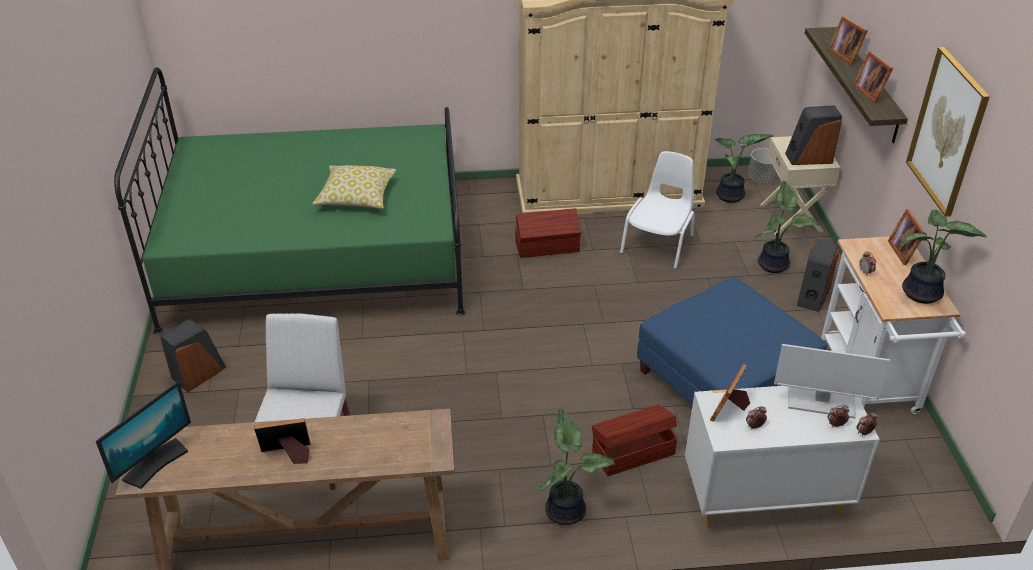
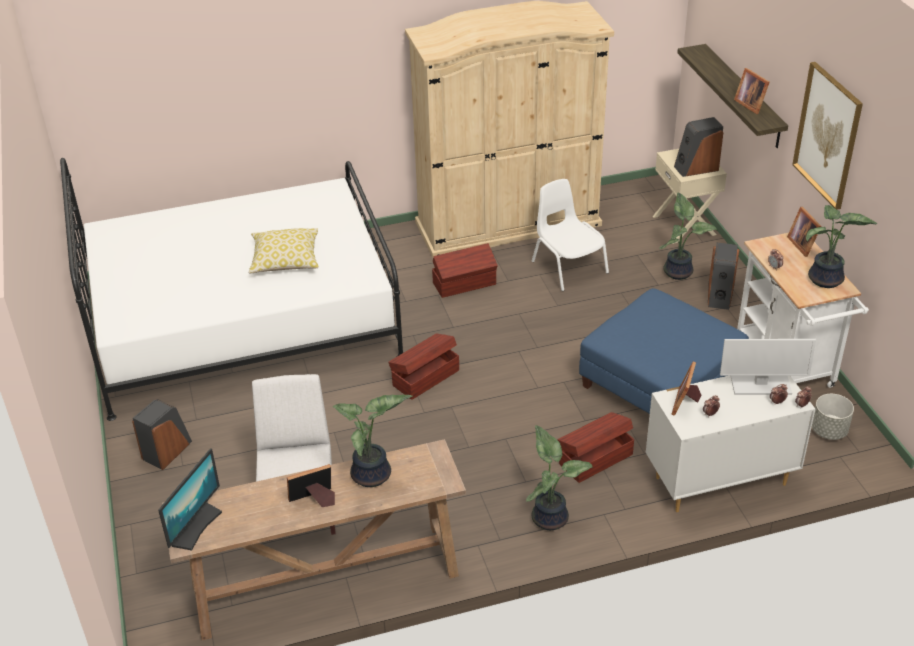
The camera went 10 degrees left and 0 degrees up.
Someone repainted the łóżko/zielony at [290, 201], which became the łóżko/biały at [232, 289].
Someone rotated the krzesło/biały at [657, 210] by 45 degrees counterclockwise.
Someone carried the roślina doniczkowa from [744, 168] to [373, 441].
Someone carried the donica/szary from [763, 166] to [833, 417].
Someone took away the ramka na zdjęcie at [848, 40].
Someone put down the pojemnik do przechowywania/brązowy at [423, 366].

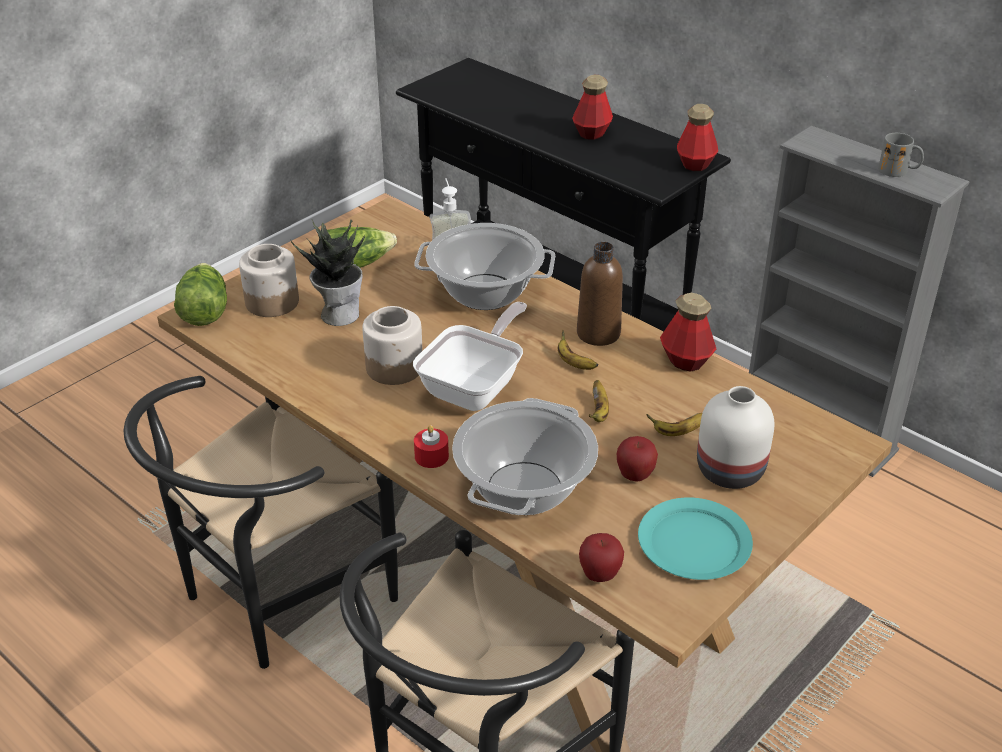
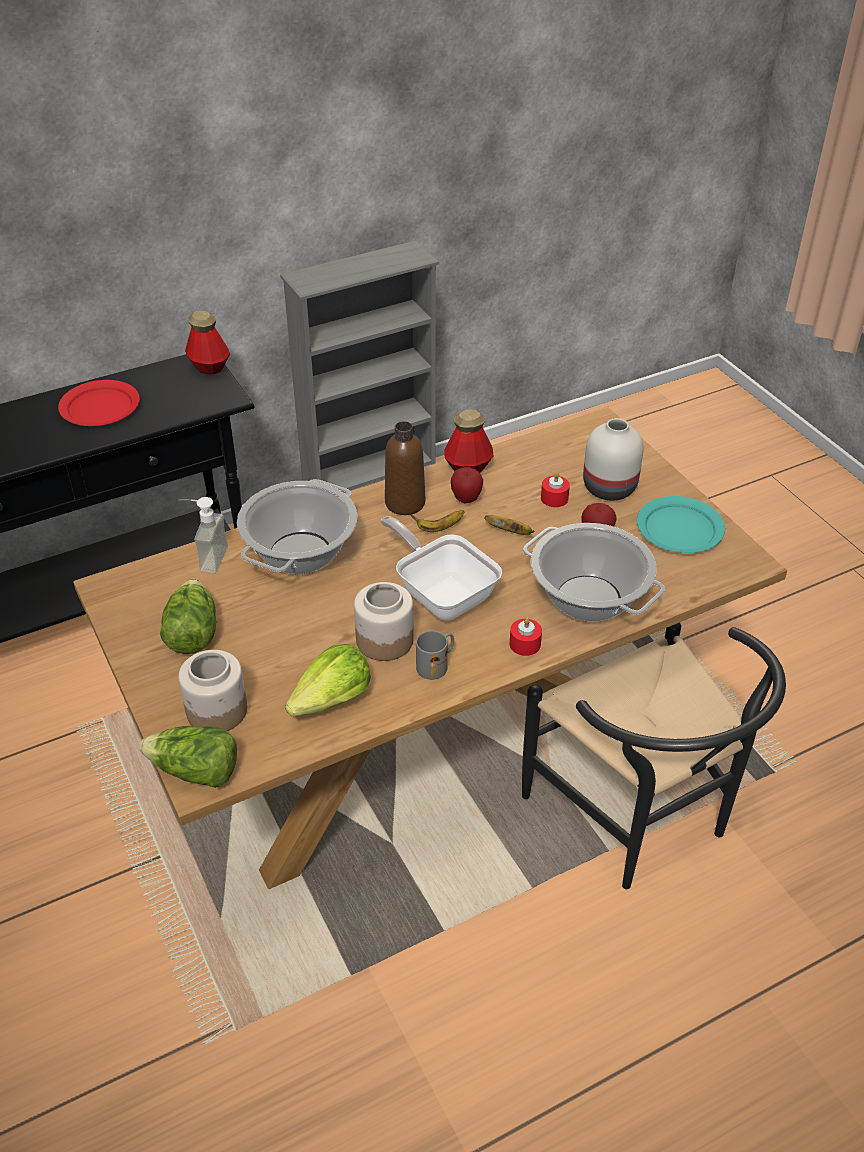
The camera went 70 degrees left and 5 degrees up.
Someone took away the krzesło/czarny at [260, 522].
Someone took away the roślina doniczkowa at [328, 273].
Someone swapped the butelka at [592, 107] for the talerz/czerwony at [99, 403].
Someone carried the jabłko from [601, 557] to [467, 485].
Someone swapped the banan at [674, 424] for the świeca/czerwony at [555, 489].
Someone carried the kubek/szary from [901, 155] to [435, 655].
Someone put down the sałata at [328, 680].

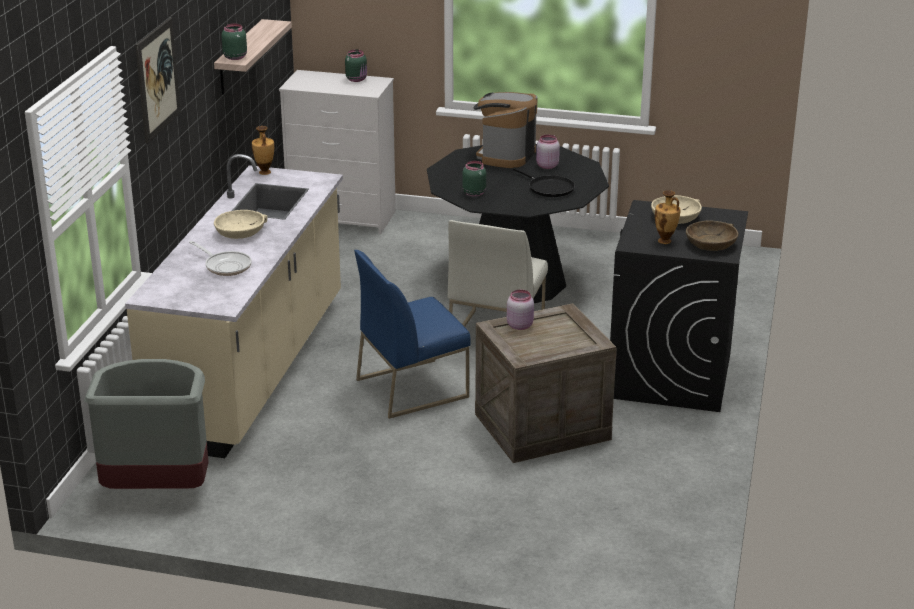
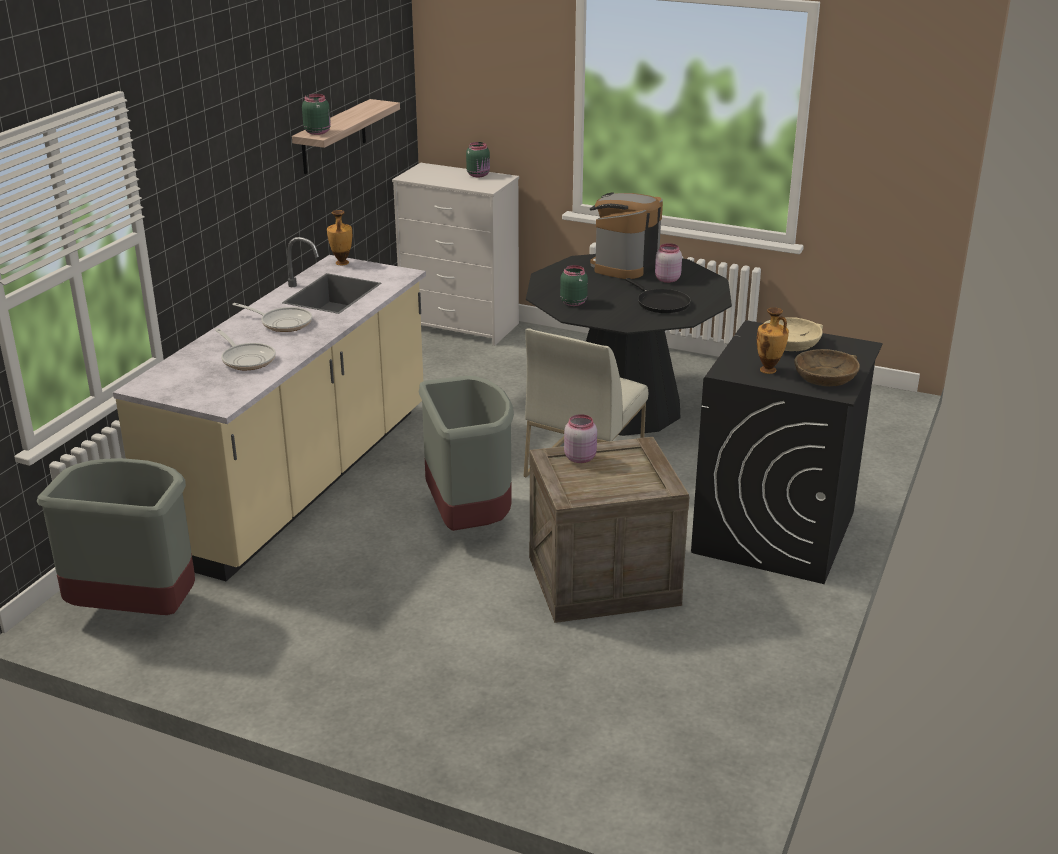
The camera went 10 degrees right and 0 degrees up.
Someone took away the obraz at [158, 81].
Someone swapped the miska/beżowy at [241, 224] for the patelnia at [272, 317].
Someone swapped the krzesło/niebieski at [412, 334] for the kosz na śmieci/szary at [466, 453].

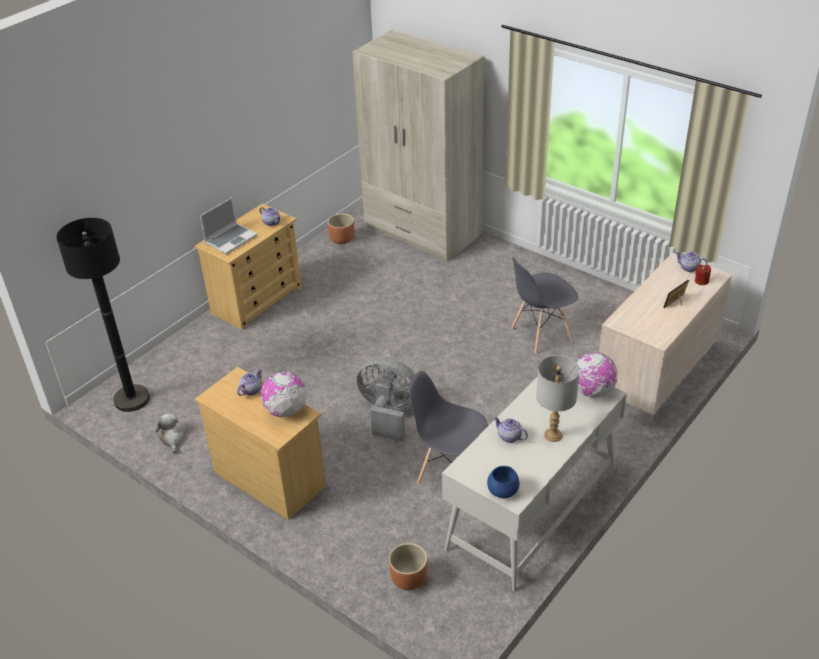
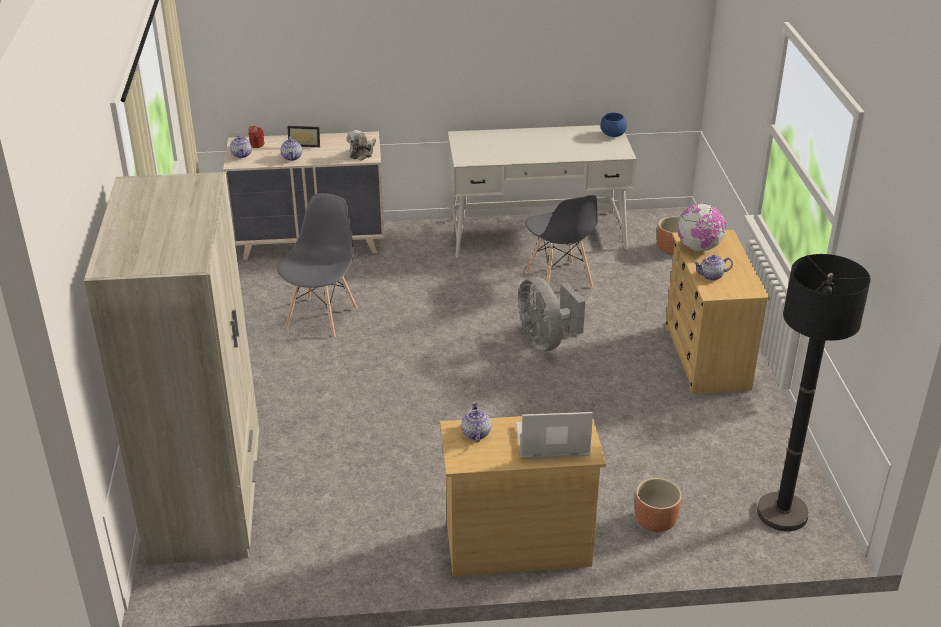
The camera went 135 degrees left and 5 degrees down.
Someone carried the pluszak from [170, 433] to [361, 145].
Someone carried the donica/brązowy from [341, 229] to [658, 505].
Someone carried the imbryk from [510, 429] to [291, 148].
Someone rotated the krzesło/szary at [544, 305] by 90 degrees counterclockwise.
Someone took away the lampa stołowa/szary at [558, 398].
Someone took away the globus at [597, 375].

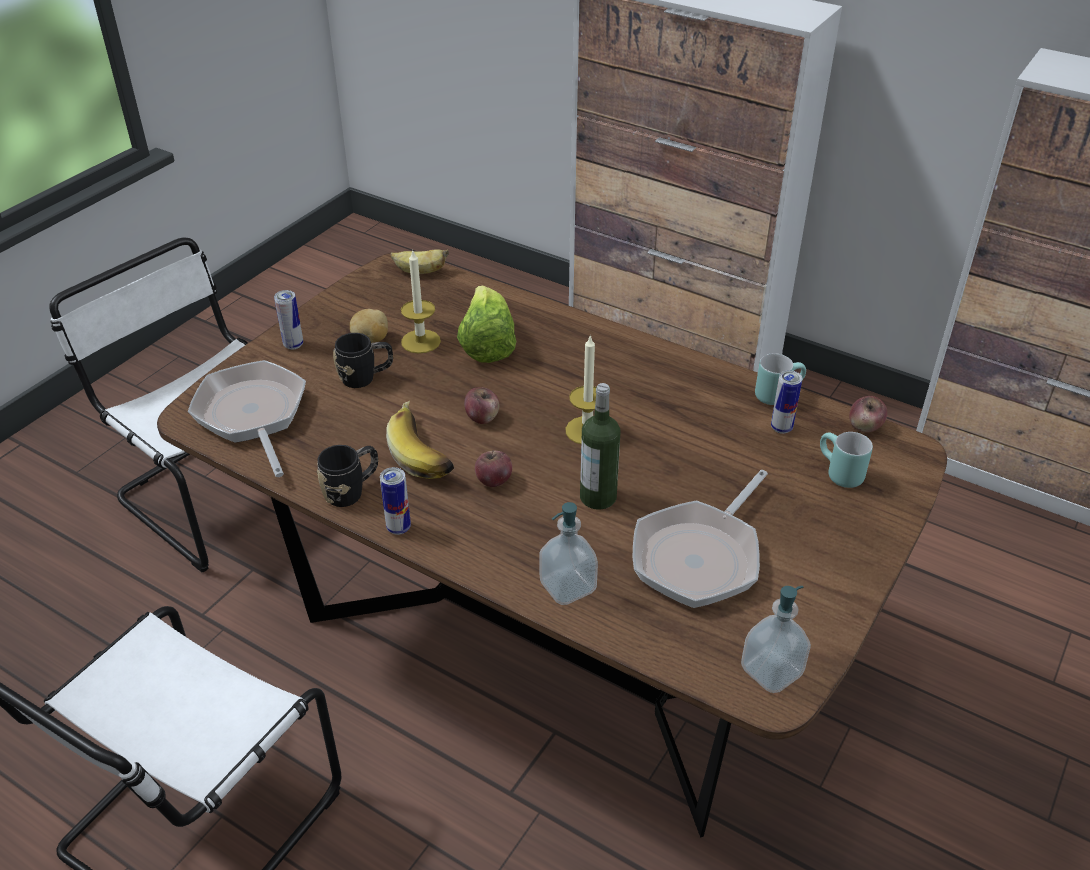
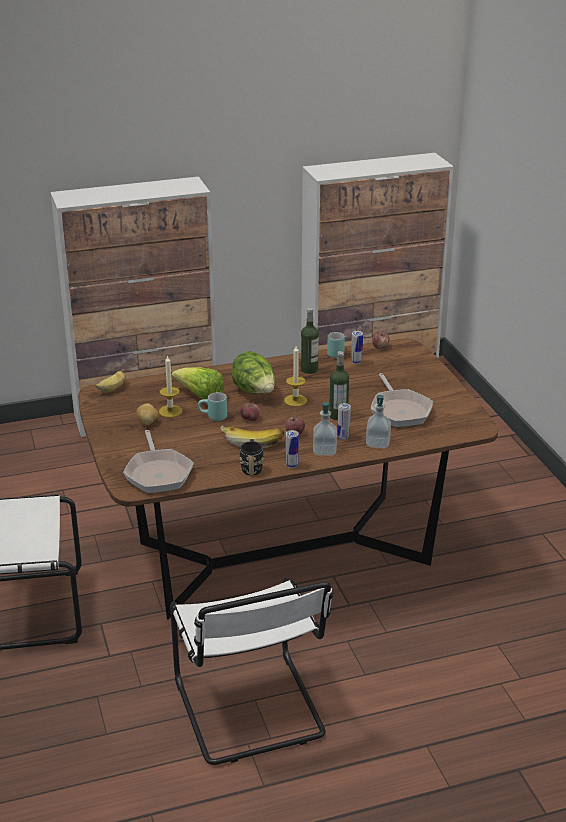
The camera went 50 degrees left and 10 degrees down.
Someone rotated the patelnia at [247, 418] by 120 degrees counterclockwise.
Someone carried the puszka from [288, 320] to [344, 421].
Someone took away the kubek/czarny at [363, 360].
Someone carried the dozownik mydła from [776, 639] to [325, 428].
Someone carried the kubek/turkusowy from [846, 460] to [212, 406].
Someone put down the sałata at [253, 372].
Someone put down the butelka at [310, 341].

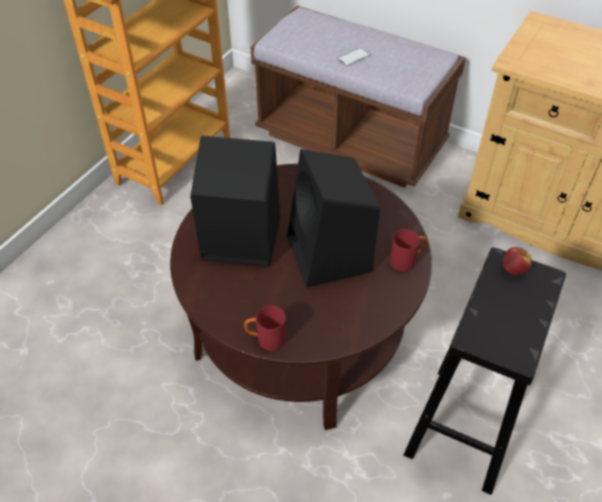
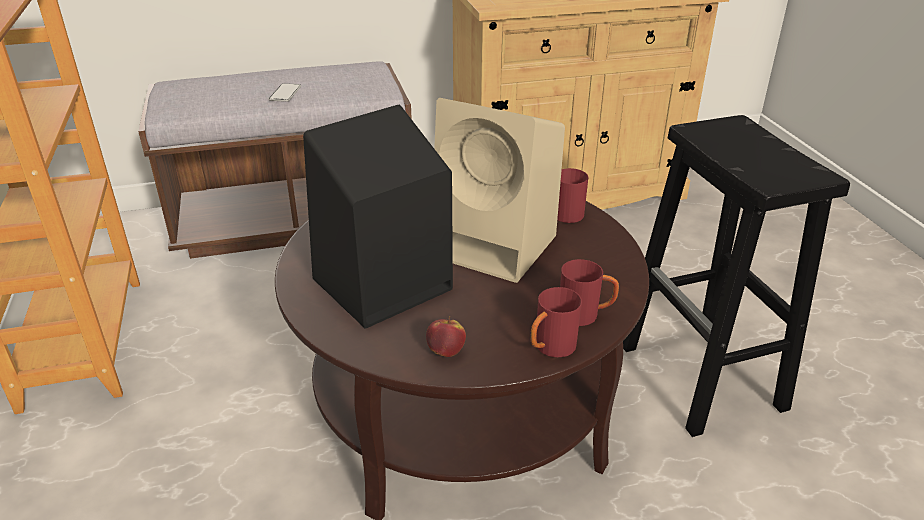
The camera went 45 degrees left and 15 degrees down.
Someone repainted the głośnik/czarny at [333, 218], which became the głośnik/beżowy at [499, 190].
Someone carried the jabłko from [517, 261] to [446, 336].
Someone put down the kubek/czerwony at [589, 292].

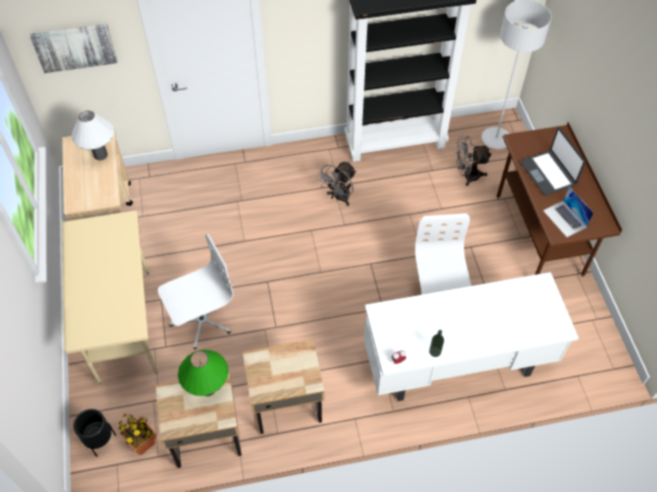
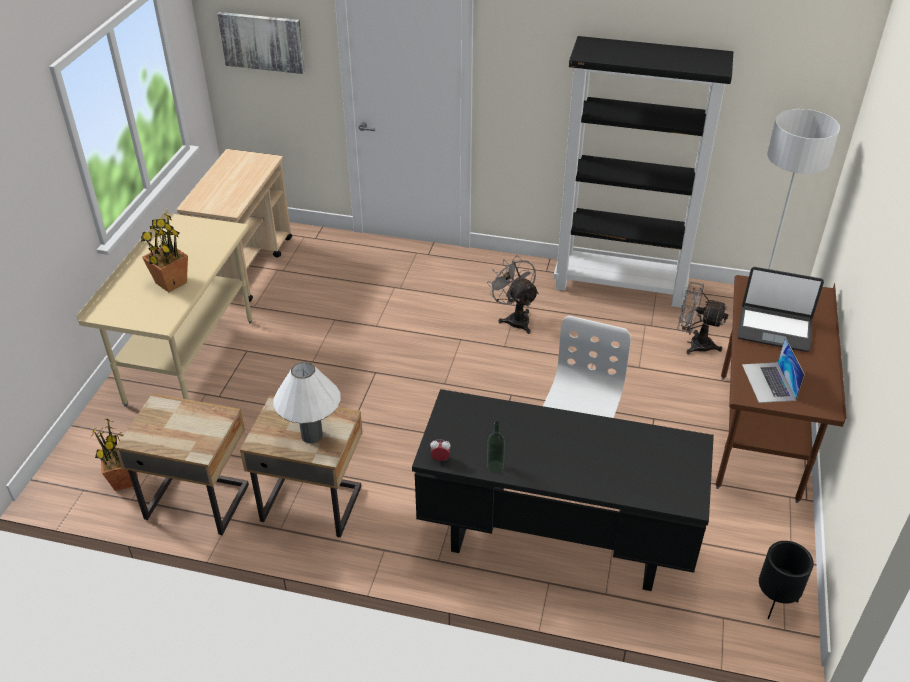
The camera went 25 degrees right and 15 degrees down.
Someone carried the lampa stołowa/biały from [93, 135] to [307, 403].
Someone carried the donica/czarny from [94, 433] to [786, 580].
Someone took away the krzesło biurowe/biały at [196, 291].
Someone took away the lampa stołowa/zielony at [203, 373].
Someone rotated the wentylator/szary at [337, 183] by 90 degrees clockwise.
Someone repainted the biurko/biały at [471, 336], which became the biurko/czarny at [563, 490].
Someone rotated the laptop at [553, 162] by 75 degrees counterclockwise.
Someone put down the roślina doniczkowa at [164, 252].

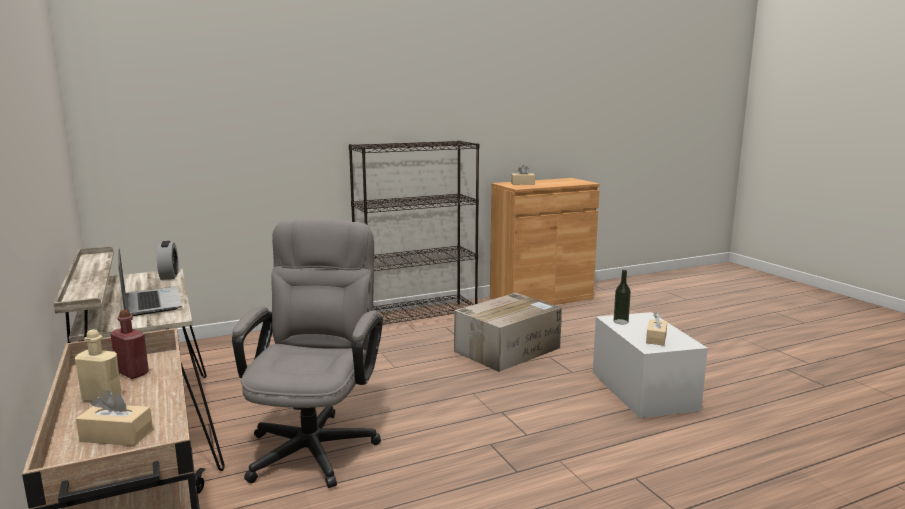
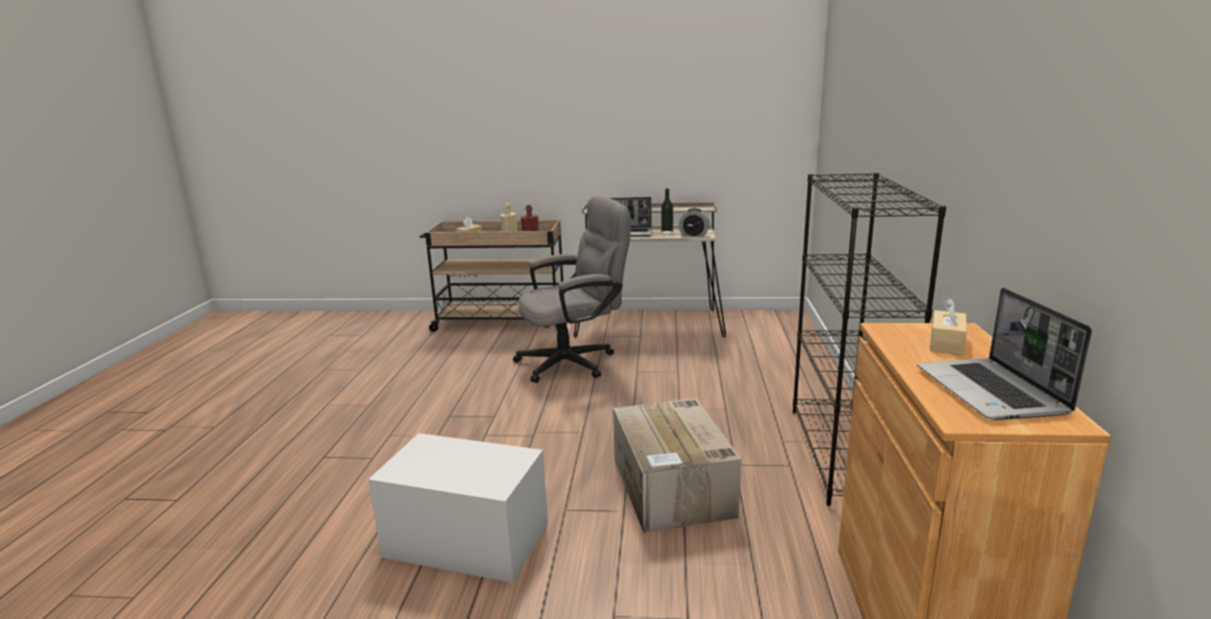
The camera went 120 degrees right and 5 degrees up.
Someone rotated the krzesło biurowe/szary at [307, 353] by 60 degrees counterclockwise.
Someone carried the butelka from [622, 297] to [667, 211].
Someone took away the pudełko chusteczek/beżowy at [656, 329].
Someone put down the laptop at [1004, 354].

